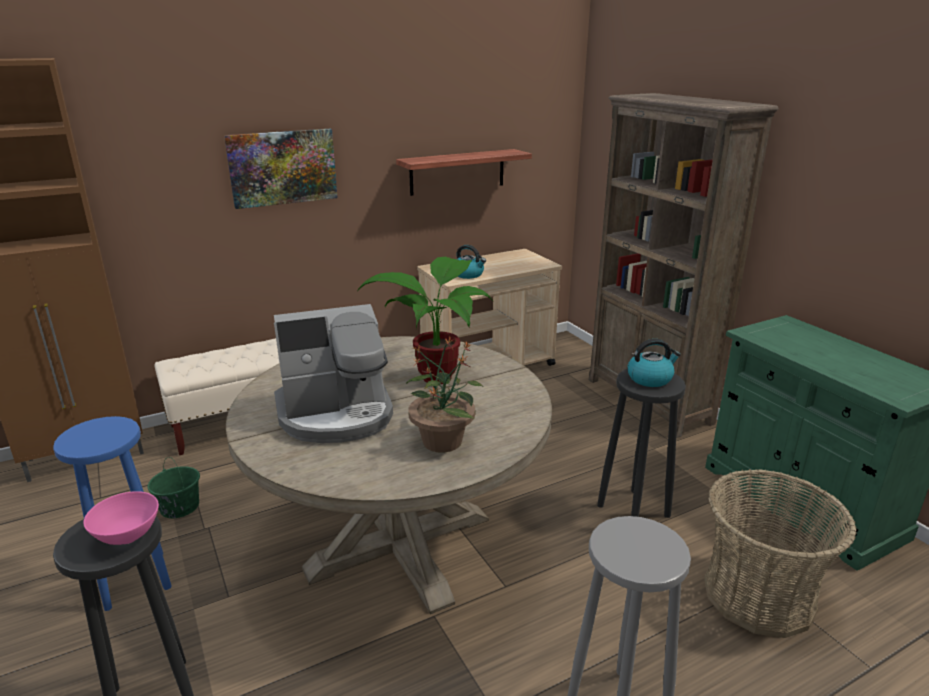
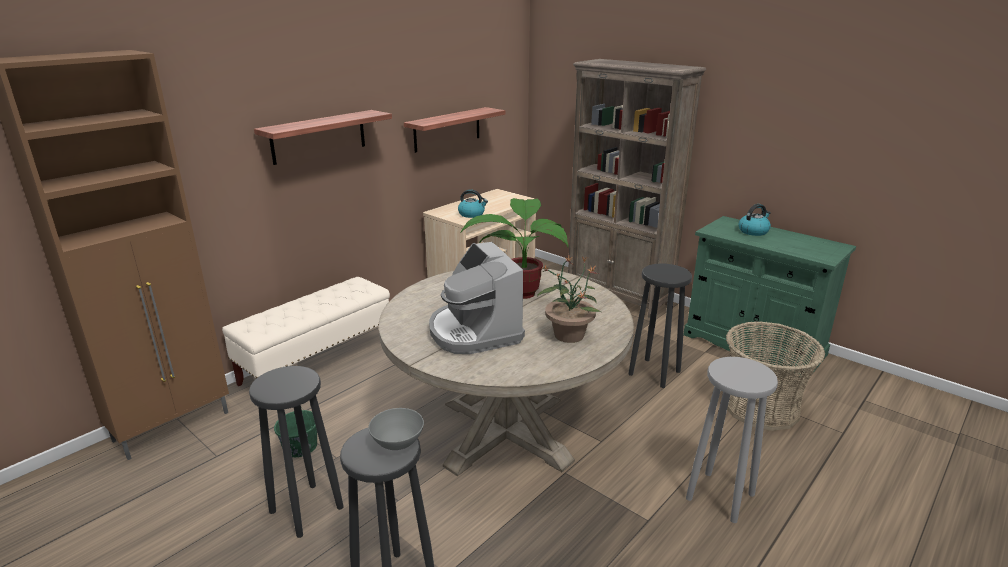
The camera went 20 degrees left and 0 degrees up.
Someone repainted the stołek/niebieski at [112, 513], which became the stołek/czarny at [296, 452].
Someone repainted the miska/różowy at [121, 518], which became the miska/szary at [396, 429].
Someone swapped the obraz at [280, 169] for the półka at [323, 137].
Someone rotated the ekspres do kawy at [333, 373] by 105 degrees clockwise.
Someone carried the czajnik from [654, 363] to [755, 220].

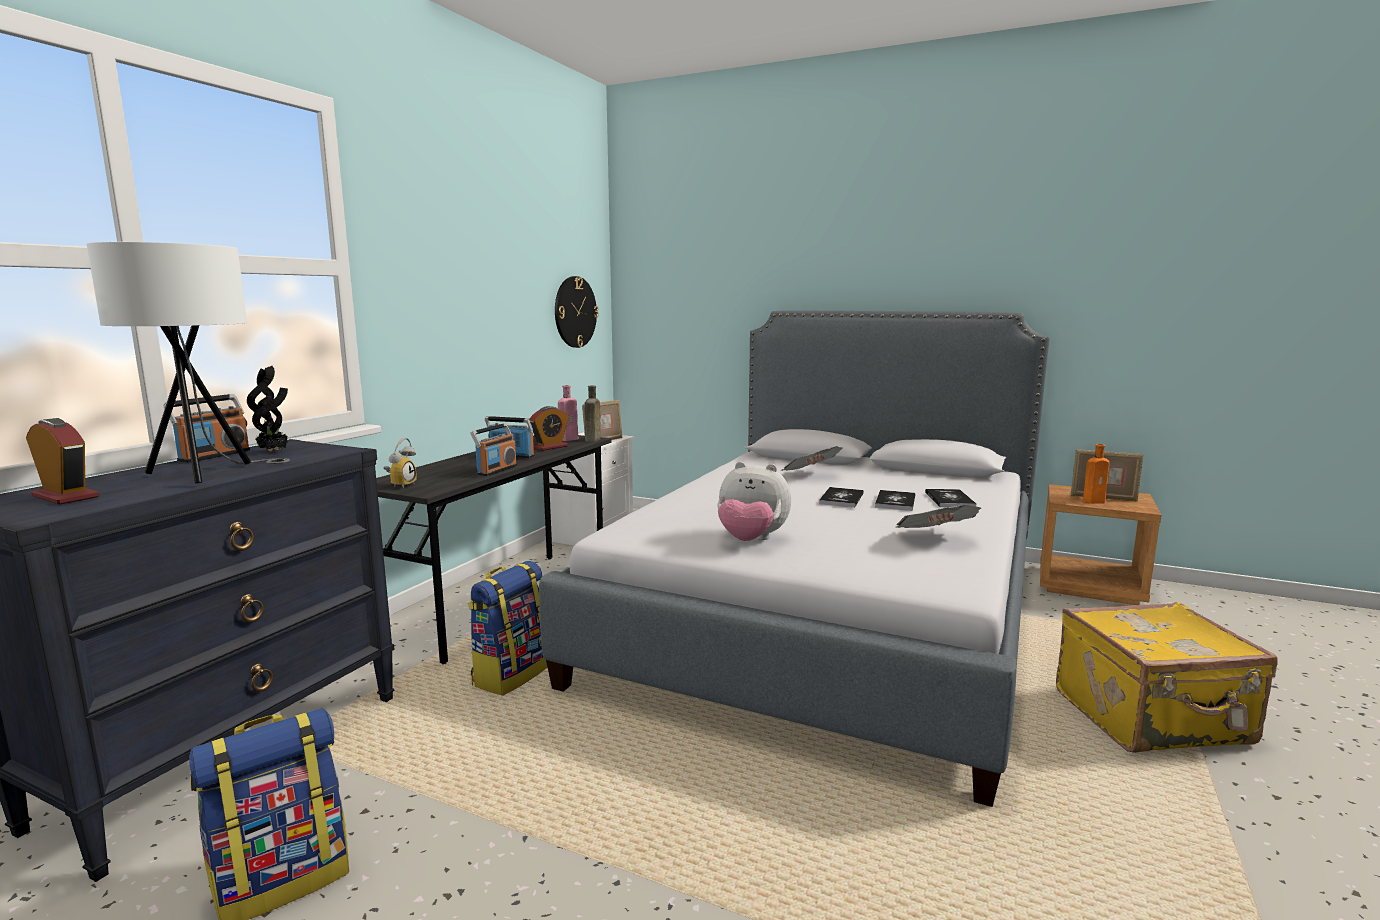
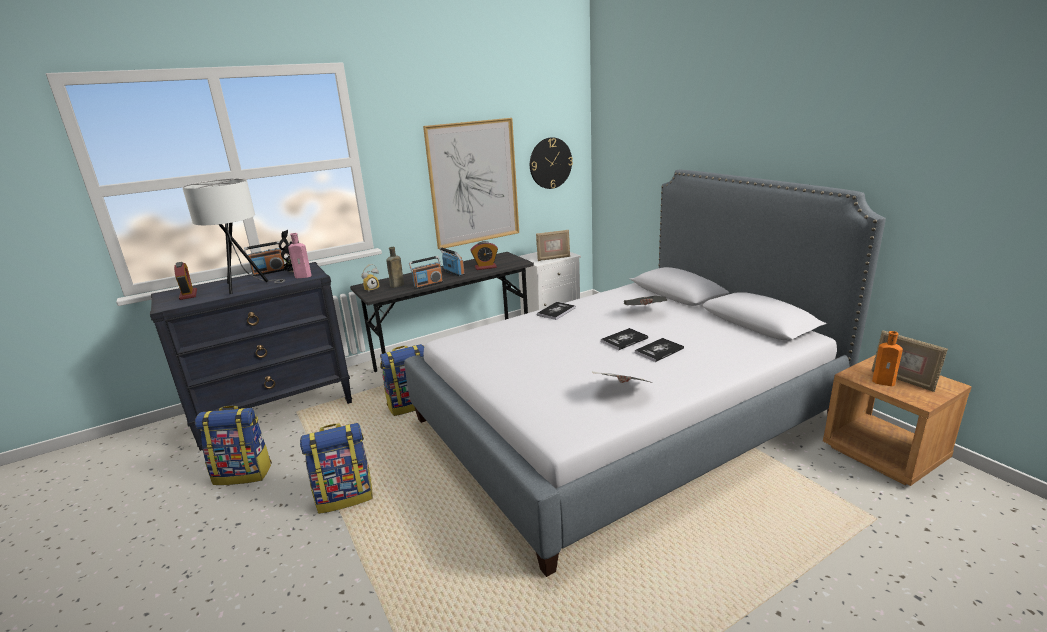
The camera went 35 degrees right and 10 degrees up.
Someone carried the butelka/różowy from [568, 413] to [300, 255].
Someone carried the butelka/brązowy from [593, 413] to [395, 267].
Someone took away the pluszak at [754, 501].
Someone carried the książka from [950, 498] to [556, 311].
Someone took away the walizka/żółty at [1167, 677].
Someone put down the plecak at [336, 468].
Someone put up the obraz at [471, 183].

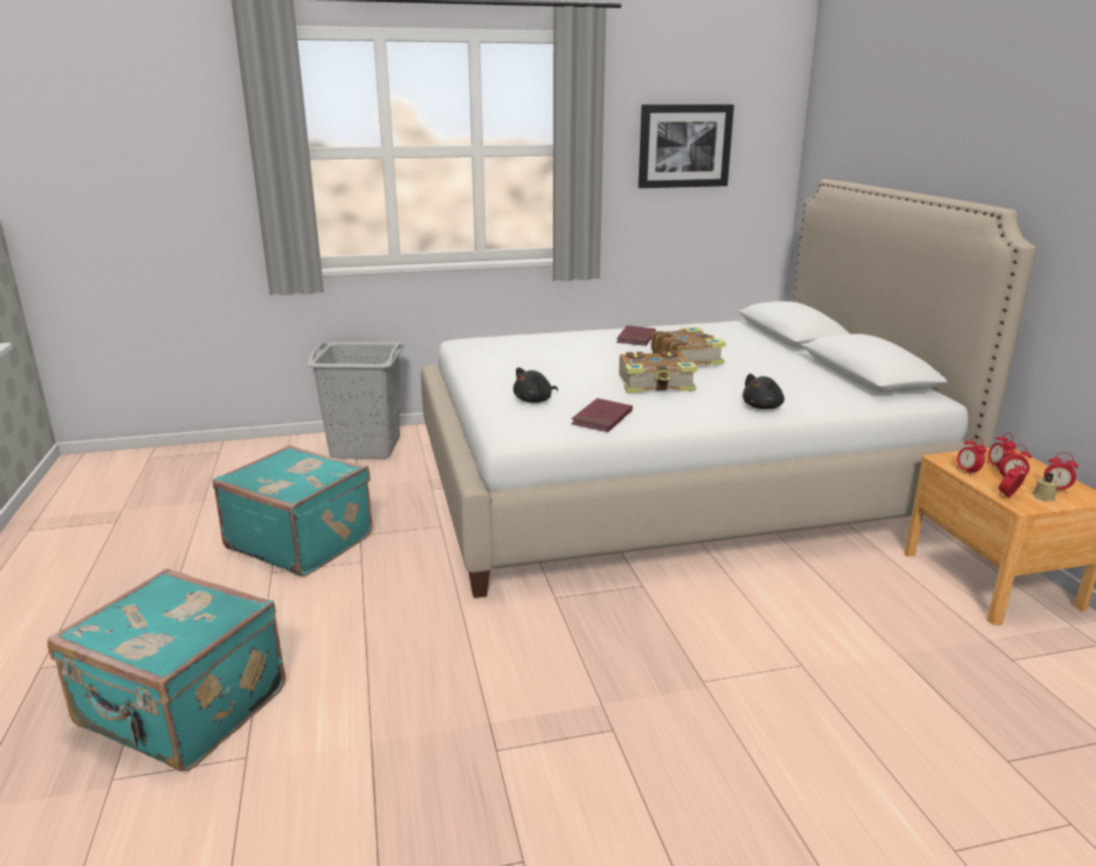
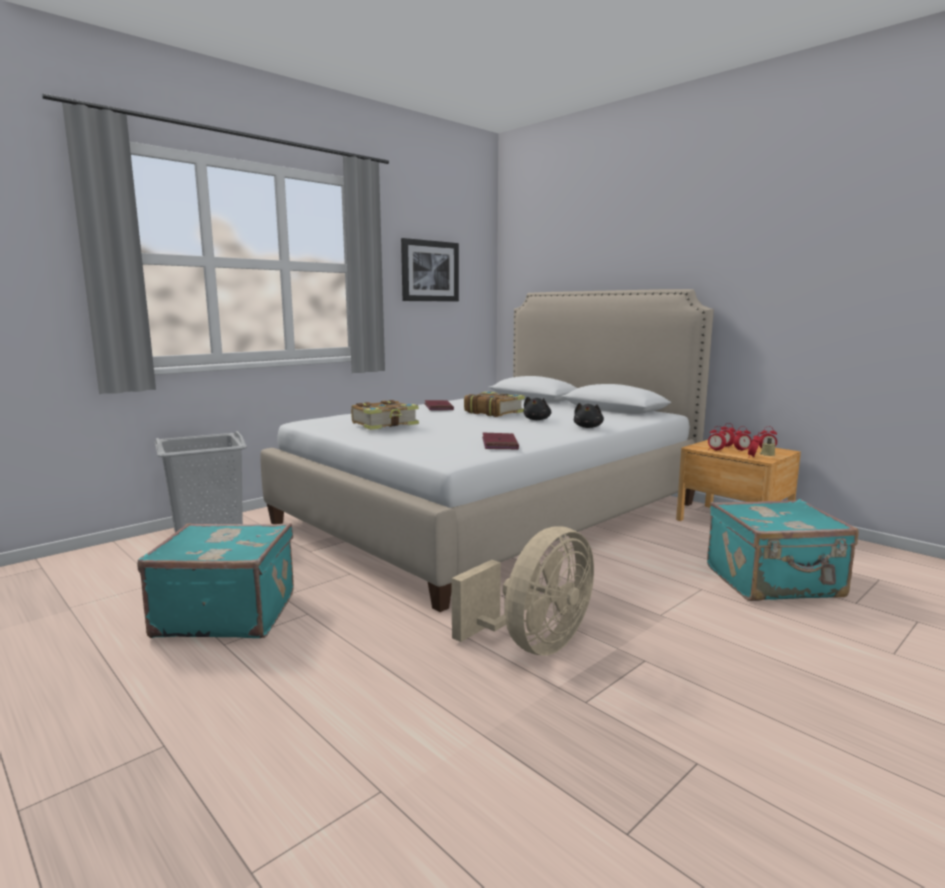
The camera went 30 degrees left and 10 degrees down.
Someone carried the walizka/turkusowy from [166, 670] to [782, 550].
Someone carried the pluszak/czarny from [535, 385] to [537, 408].
Someone carried the książka from [658, 372] to [385, 415].
Someone put down the wentylator/beżowy at [523, 591].

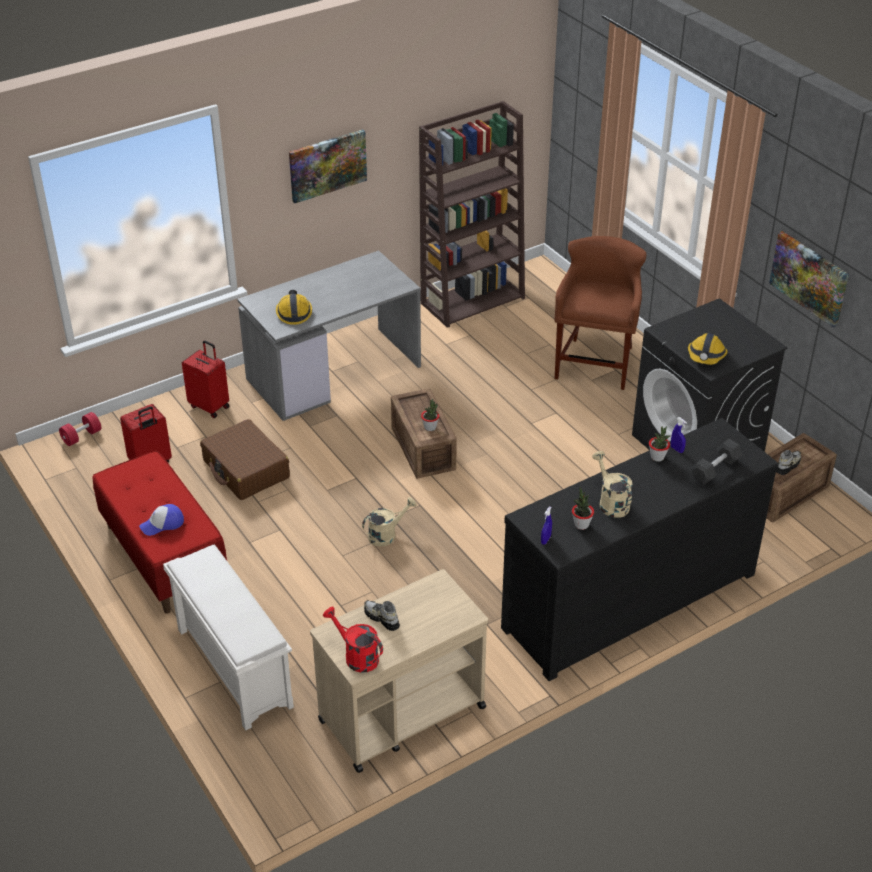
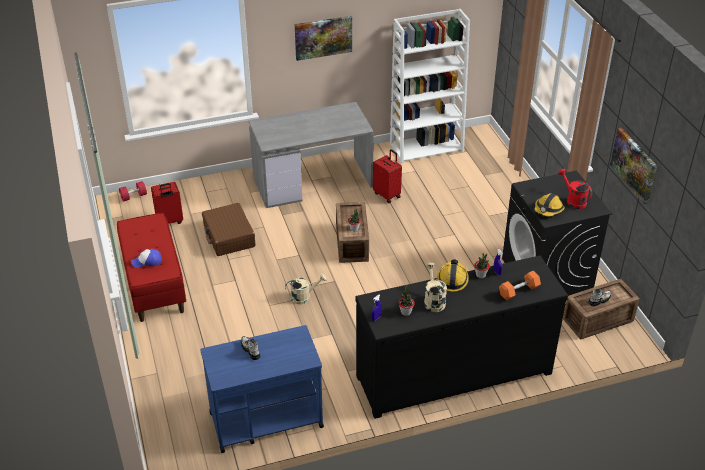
The camera went 15 degrees right and 0 degrees up.
Someone took away the regał na buty/biały at [228, 637].
Someone carried the walizka/czerwony from [205, 379] to [387, 176].
Someone carried the kask from [294, 307] to [453, 275].
Someone repainted the wózek/beżowy at [399, 671], which became the wózek/niebieski at [262, 389].
Someone carried the konewka/czerwony from [353, 640] to [575, 189].
Someone repainted the regał/brązowy at [472, 214], which became the regał/biały at [430, 86].
Someone took away the stołek/brązowy at [600, 313].
Someone repainted the hantel/szary at [717, 462], which became the hantel/pomarańczowy at [520, 286].

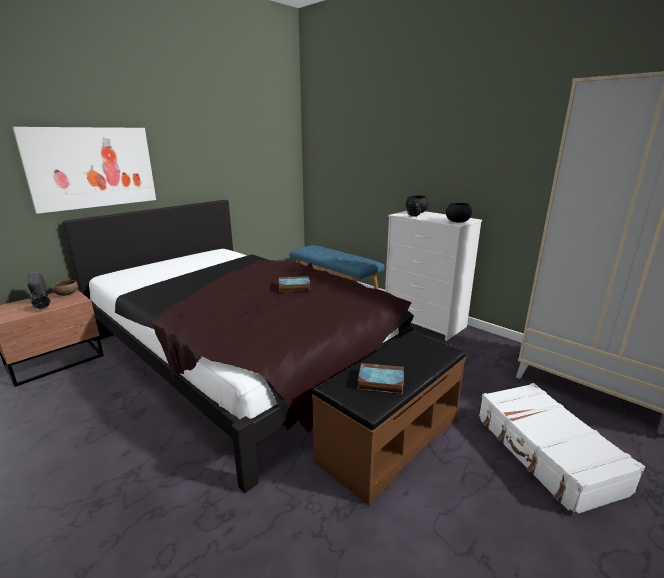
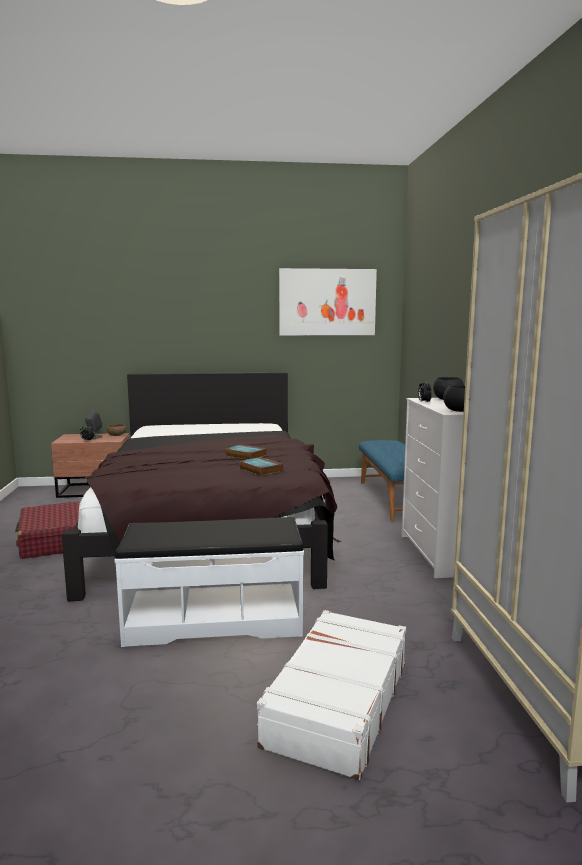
The camera went 40 degrees right and 10 degrees down.
Someone carried the obraz from [84, 170] to [328, 301].
Someone repainted the ławka/brązowy at [389, 418], which became the ławka/biały at [209, 582].
Someone carried the książka from [380, 378] to [261, 466].
Someone put down the walizka/czerwony at [47, 530].

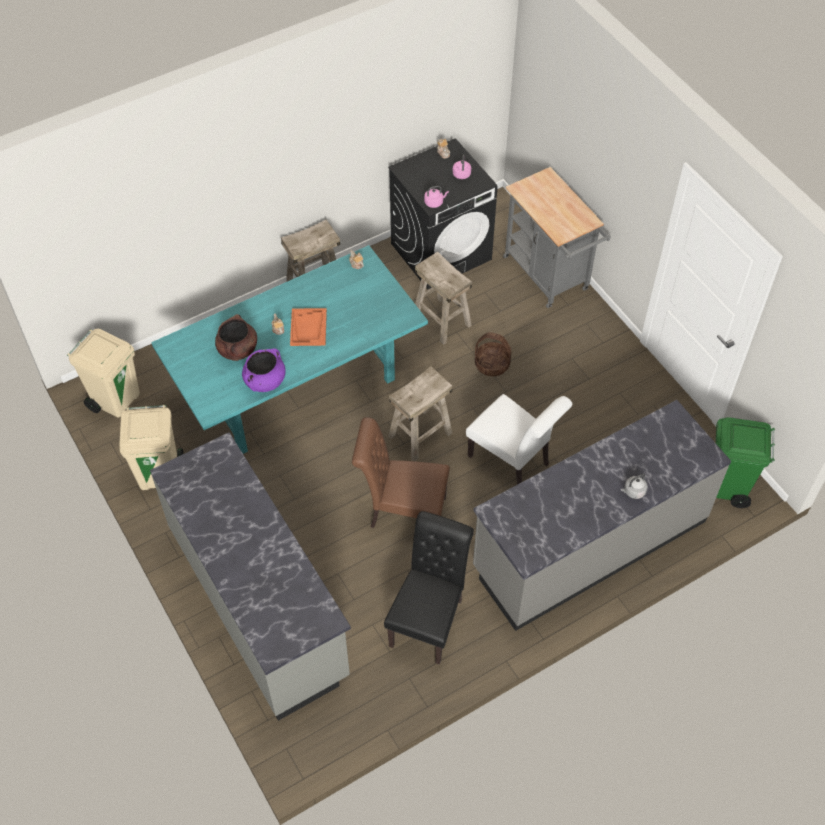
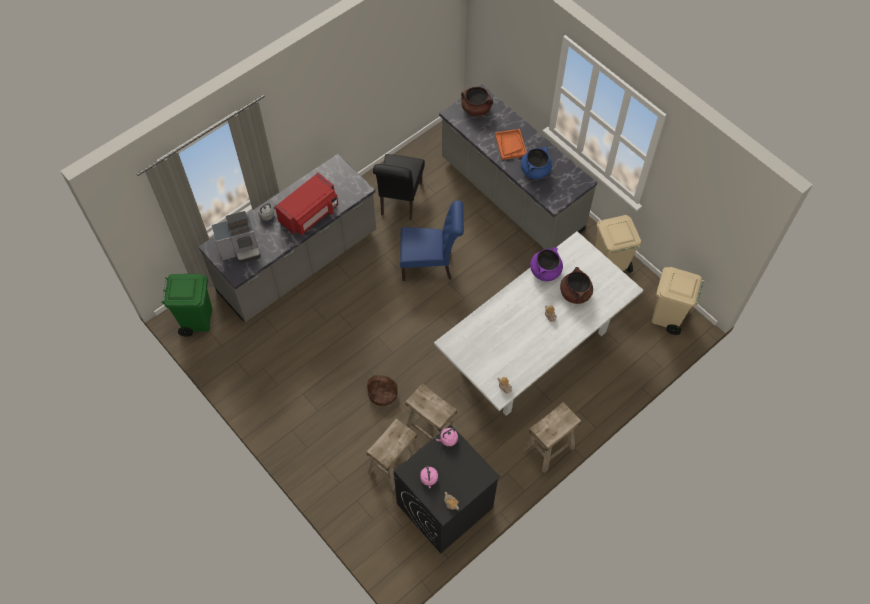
The camera went 170 degrees right and 5 degrees up.
Someone repainted the stół jadalny/turkusowy at [289, 349], which became the stół jadalny/biały at [538, 323].
Someone carried the taca/pomarańczowy from [308, 327] to [511, 144].
Someone repainted the krzesło/brązowy at [401, 472], which became the krzesło/niebieski at [432, 240].
Someone carried the stołek/beżowy from [420, 413] to [391, 454].
Someone took away the krzesło/biały at [519, 439].
Someone took away the wózek/szary at [557, 237].
Someone put down the ekspres do kawy at [236, 237].
Someone put down the mikrofalówka/czerwony at [306, 204].
Someone put down the garnek/brązowy at [477, 101].
Someone put down the garnek/niebieski at [536, 163].

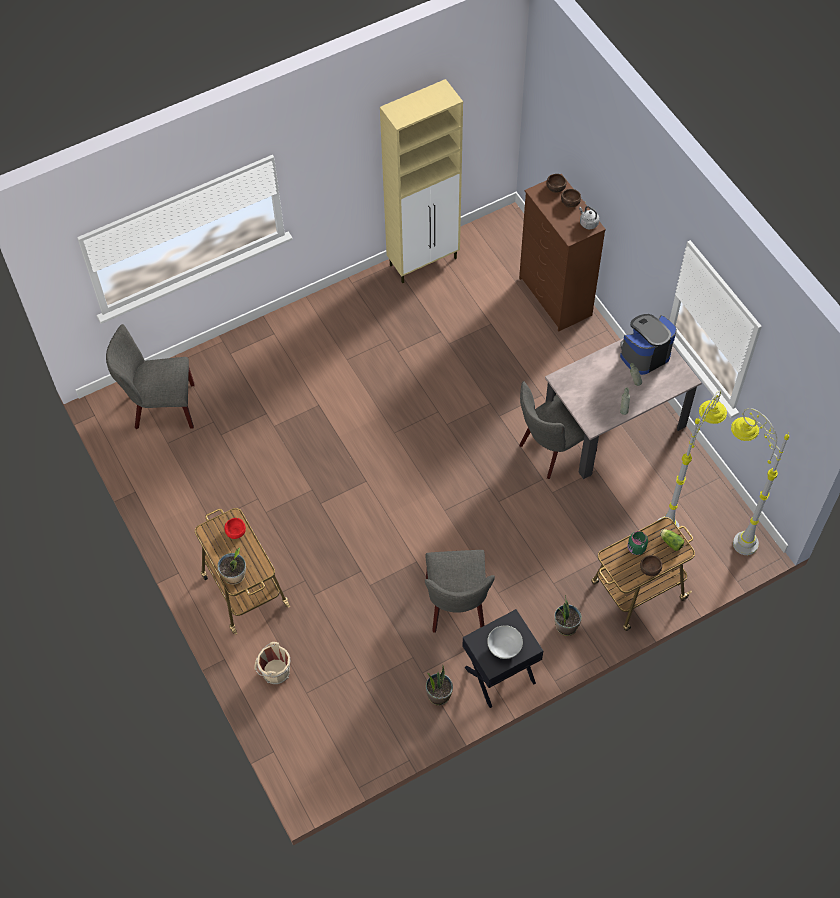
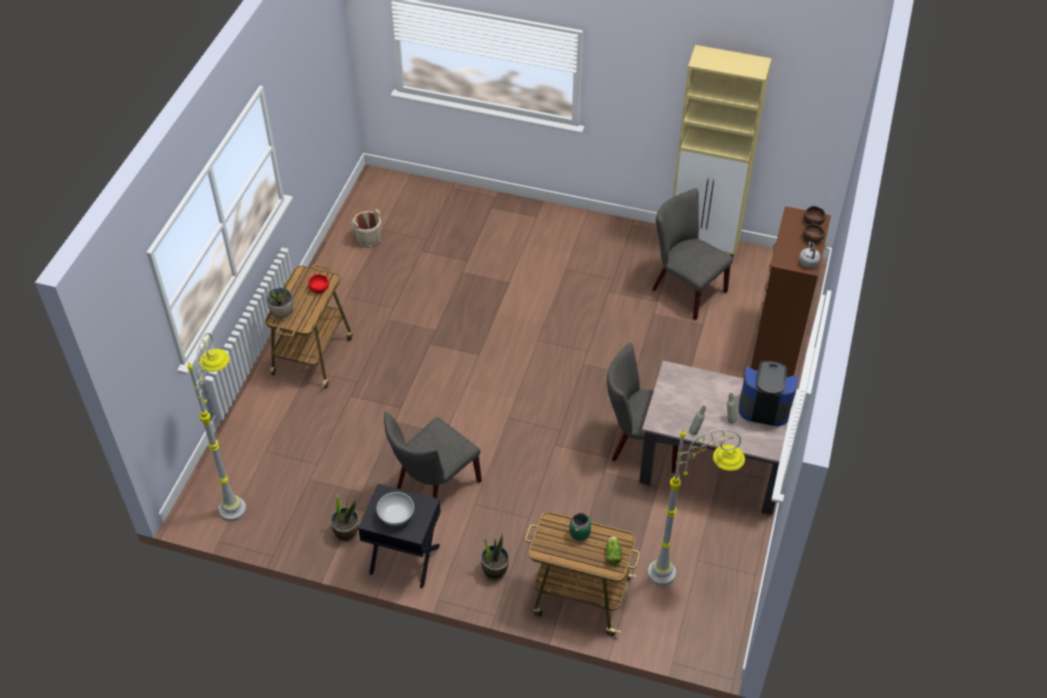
The camera went 45 degrees right and 10 degrees down.
Someone carried the krzesło/szary from [150, 376] to [692, 254].
Someone carried the wiadro/beżowy from [272, 663] to [365, 228].
Someone took away the miska/brązowy at [651, 565].
Someone carried the lampa stojąca/szary from [760, 481] to [216, 427].

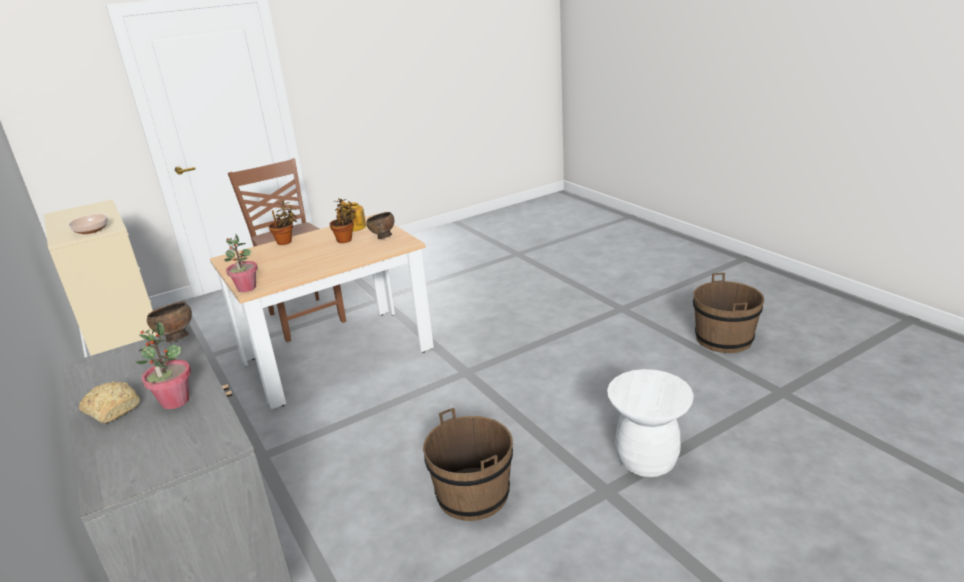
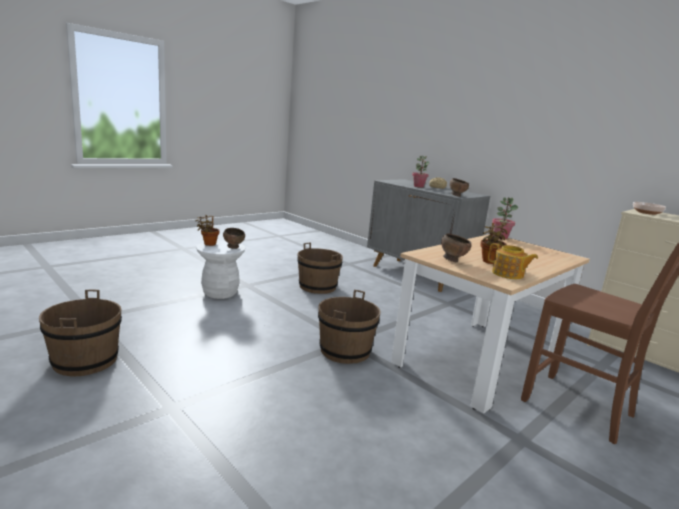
The camera went 165 degrees right and 10 degrees down.
Someone carried the roślina doniczkowa from [283, 223] to [208, 230].
Someone put down the miska/brązowy at [234, 238].
Someone put down the wiadro/brązowy at [349, 327].

